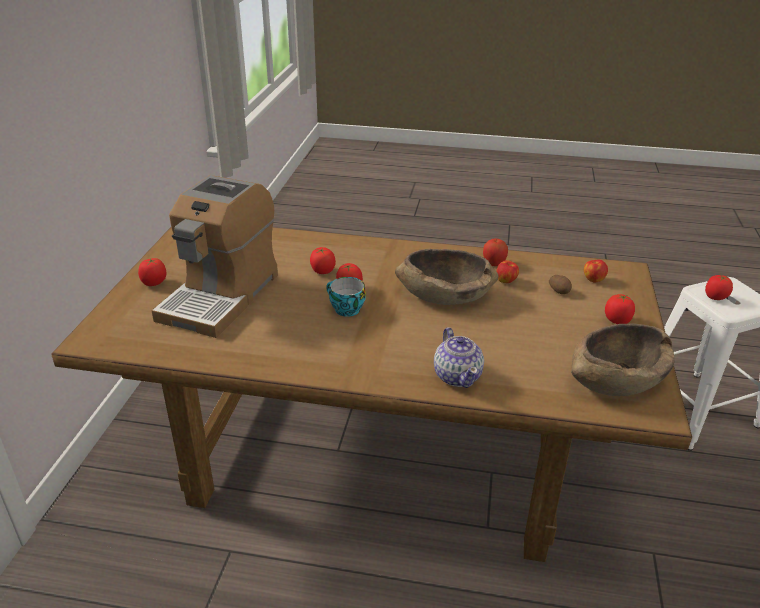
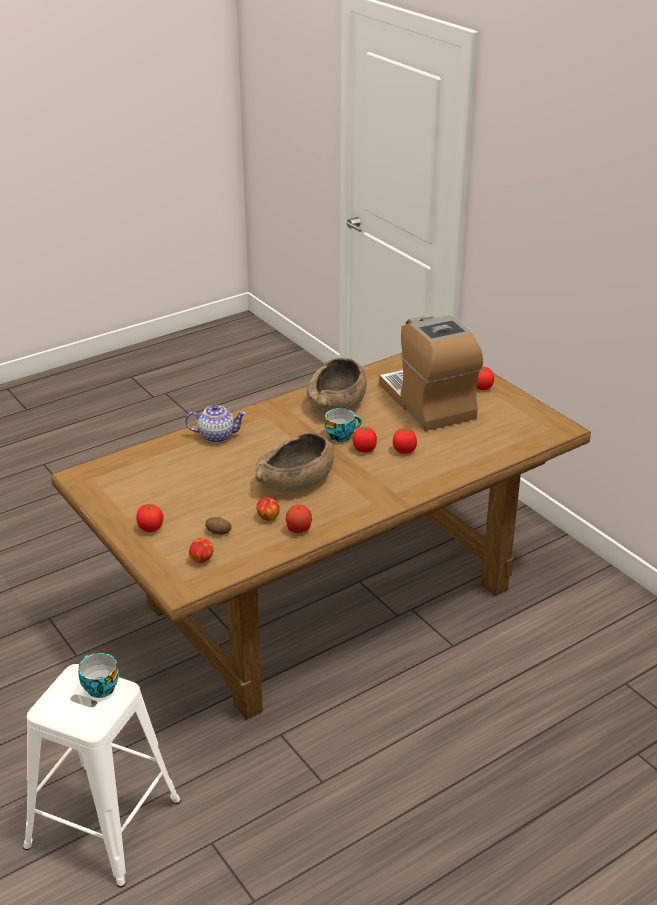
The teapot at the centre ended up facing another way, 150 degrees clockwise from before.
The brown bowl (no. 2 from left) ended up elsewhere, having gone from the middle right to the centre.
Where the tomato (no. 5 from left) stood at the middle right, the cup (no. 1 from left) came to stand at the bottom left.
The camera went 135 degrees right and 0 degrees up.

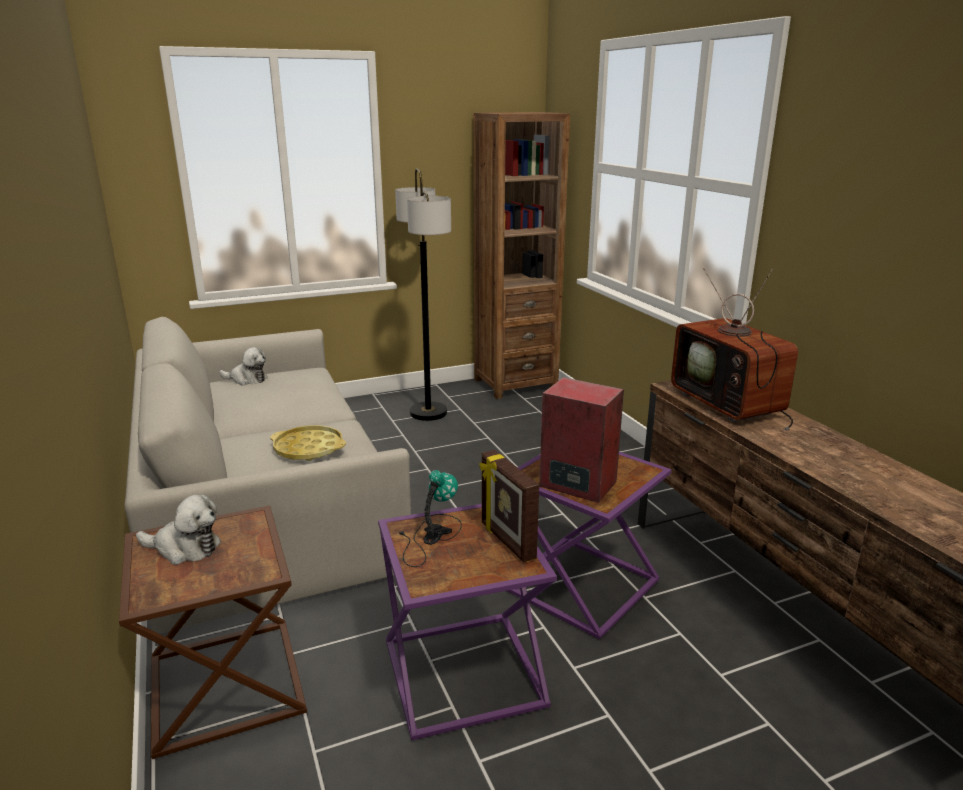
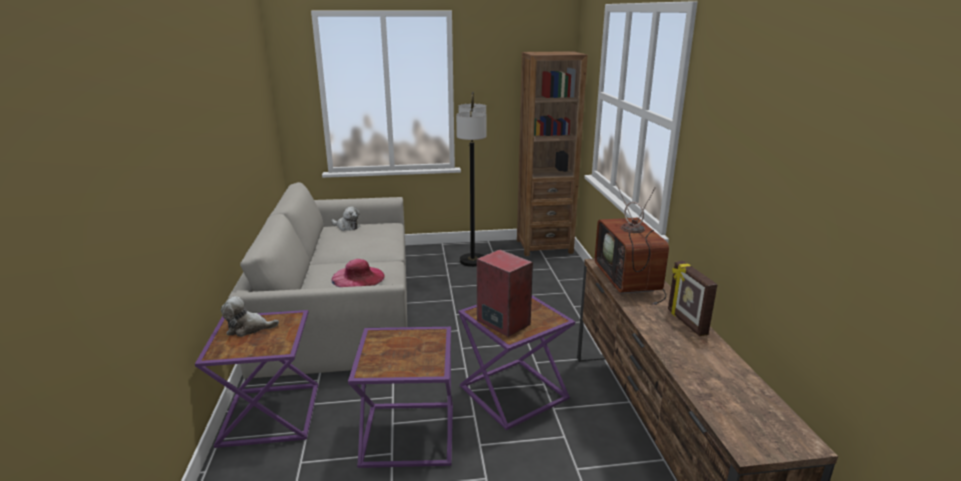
What was the brown side table at the bottom left turned into the purple side table (no. 1 from left) at the bottom left.
The plush toy (no. 1 from left) at the bottom left ended up facing another way, 150 degrees clockwise from before.
Where the yellow tray stood at the middle left, the pink hat came to stand at the centre.
The second view lost the table lamp at the centre.
The picture frame ended up elsewhere, having gone from the centre to the middle right.
The camera went 15 degrees right and 0 degrees up.

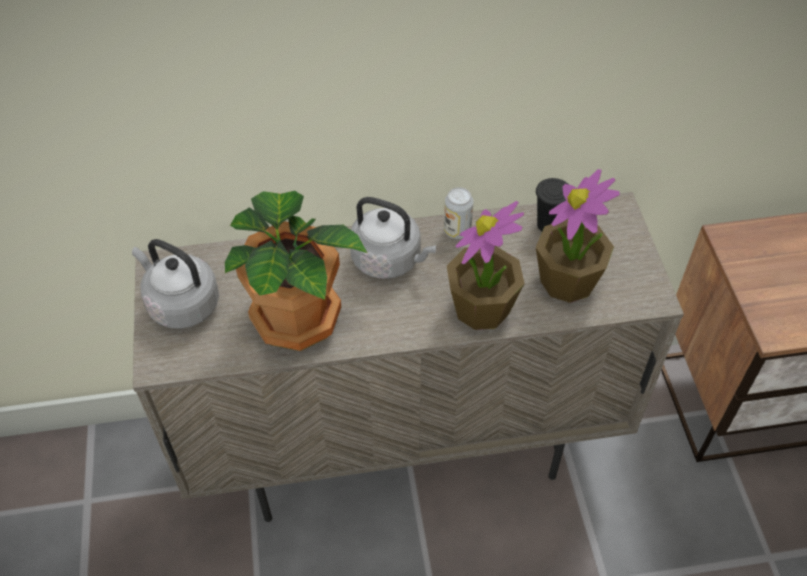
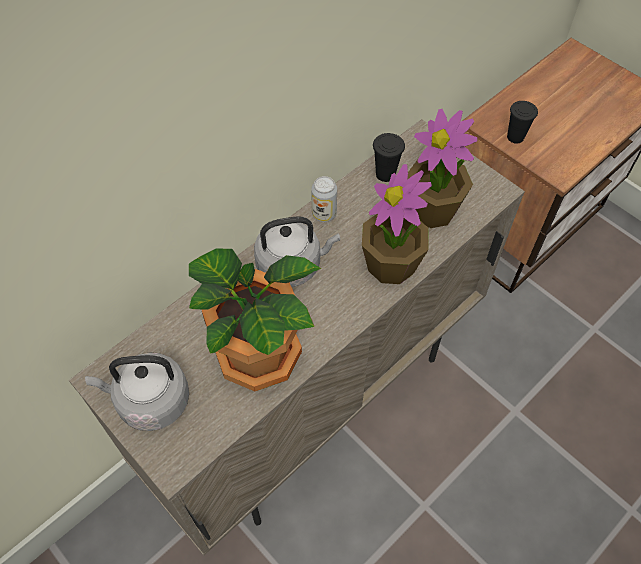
The second view gained the black cup (no. 2 from left) at the top right.
The camera went 35 degrees left and 5 degrees up.

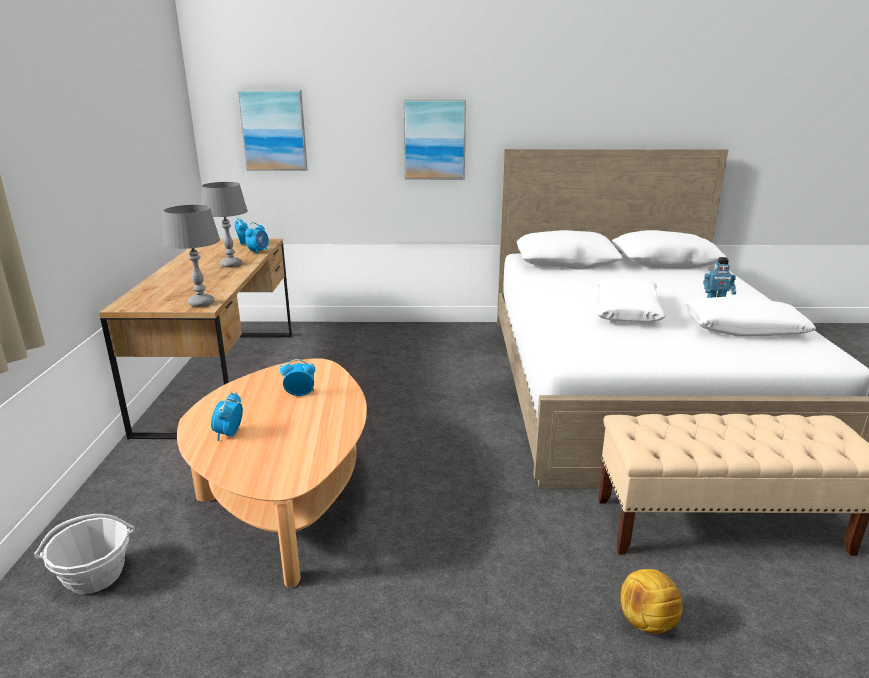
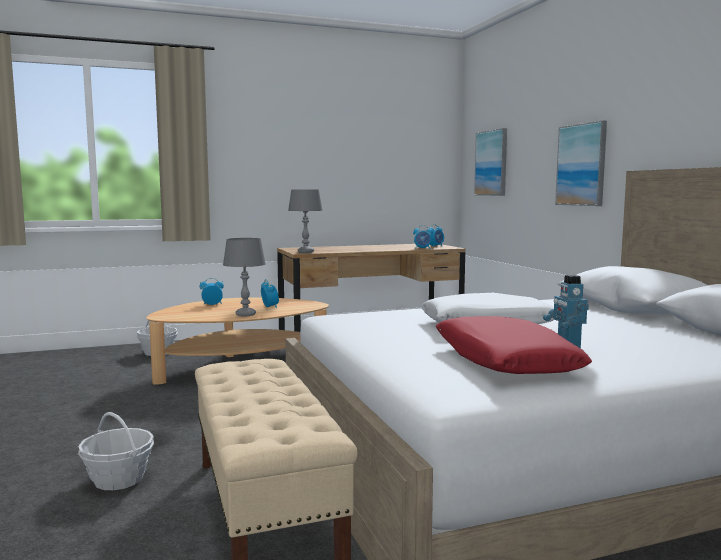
The grey table lamp (no. 2 from left in the first image) ended up elsewhere, having gone from the top left to the centre.
Where the football stood at the bottom right, the basket (no. 1 from left) came to stand at the bottom left.
What was the white pillow (no. 2 from left) at the middle right turned into the red pillow at the middle right.
The camera went 70 degrees right and 15 degrees down.

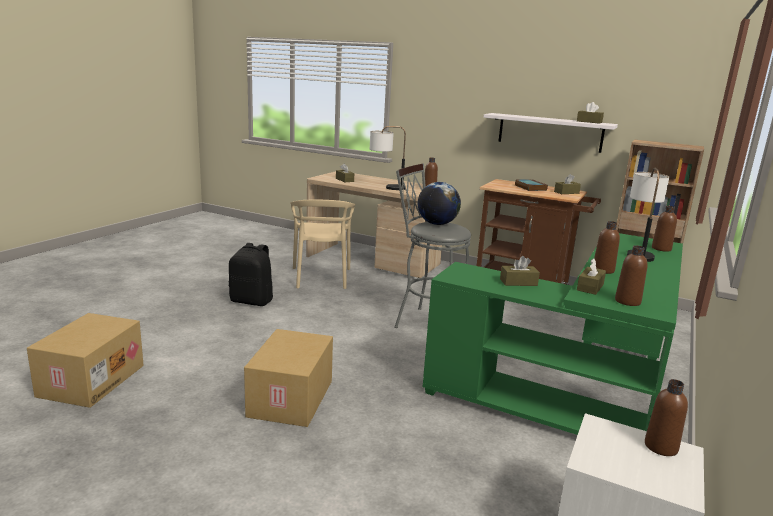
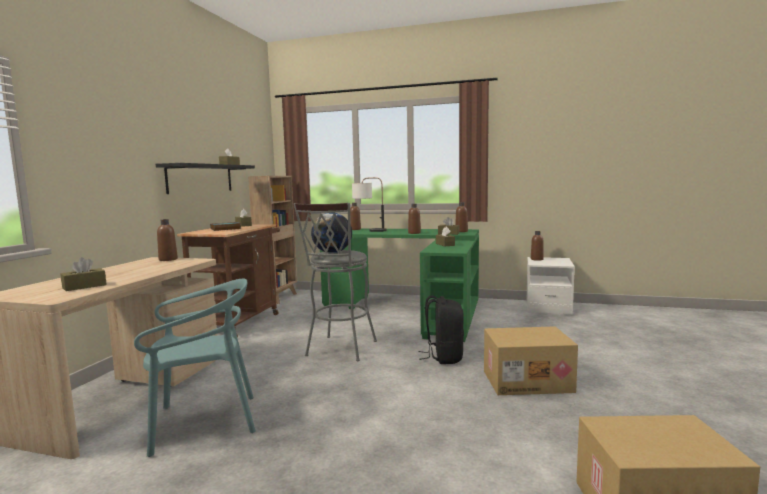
The black backpack ended up elsewhere, having gone from the middle left to the centre.
What was the beige chair at the centre turned into the turquoise chair at the bottom left.
The second view lost the table lamp (no. 1 from left) at the top centre.
What was the white shelf at the top right turned into the black shelf at the middle left.
The camera went 100 degrees left and 10 degrees down.

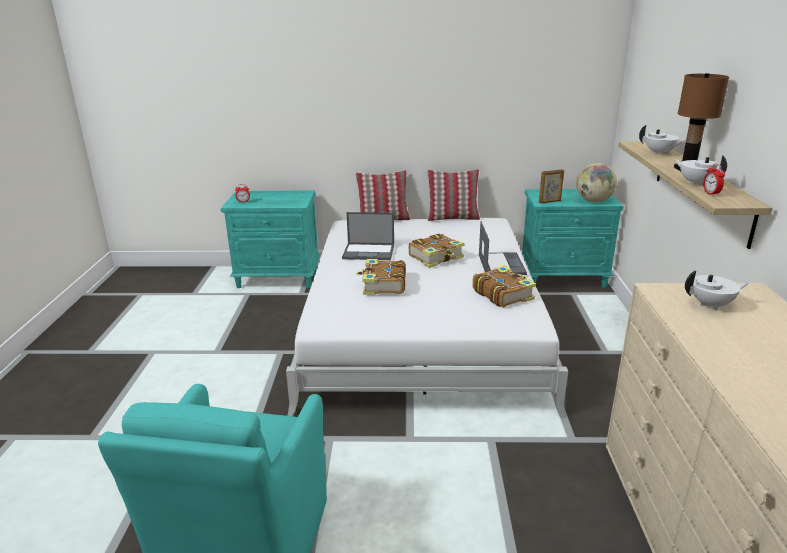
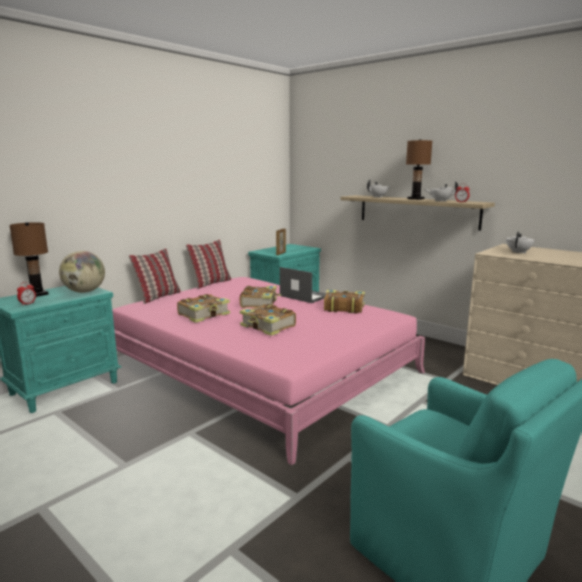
What was the white bed at the centre turned into the pink bed at the centre.
Where the laptop (no. 1 from left) stood at the centre, the book (no. 1 from left) came to stand at the centre.
The globe ended up elsewhere, having gone from the top right to the middle left.
The second view gained the brown table lamp (no. 1 from left) at the middle left.
The camera went 50 degrees left and 10 degrees down.

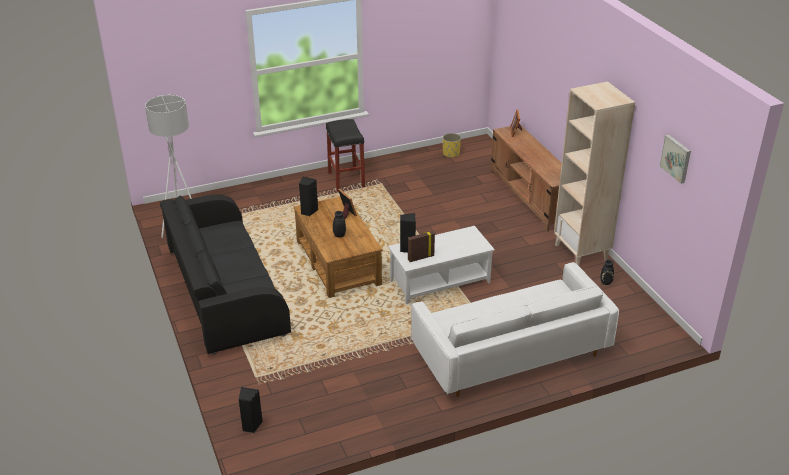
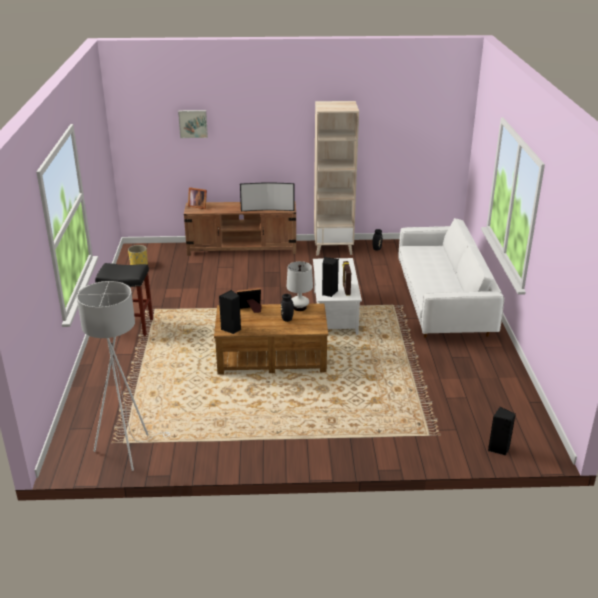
The second view lost the black sofa at the middle left.
The picture ended up elsewhere, having gone from the middle right to the top left.
The second view gained the television at the top centre.
The second view gained the white table lamp at the centre.
The camera went 70 degrees left and 5 degrees down.

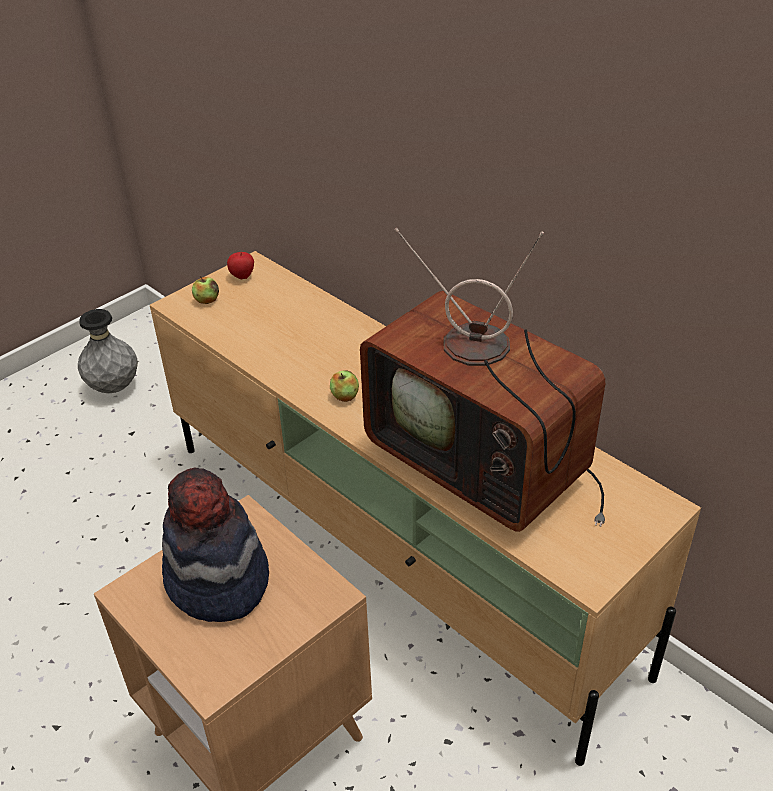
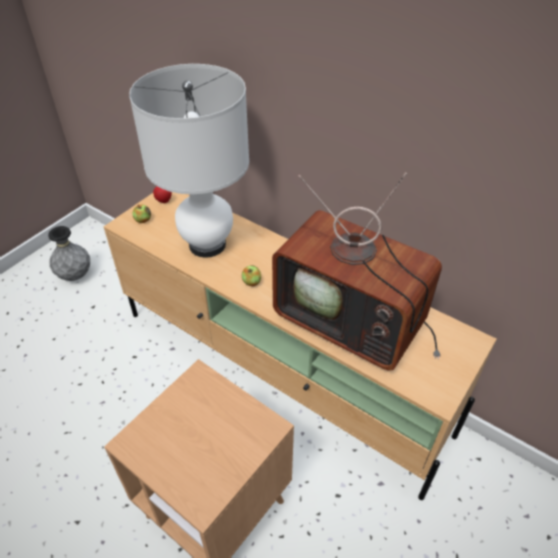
The second view lost the hat at the bottom left.
The second view gained the white table lamp at the top centre.
The camera went 10 degrees left and 5 degrees up.

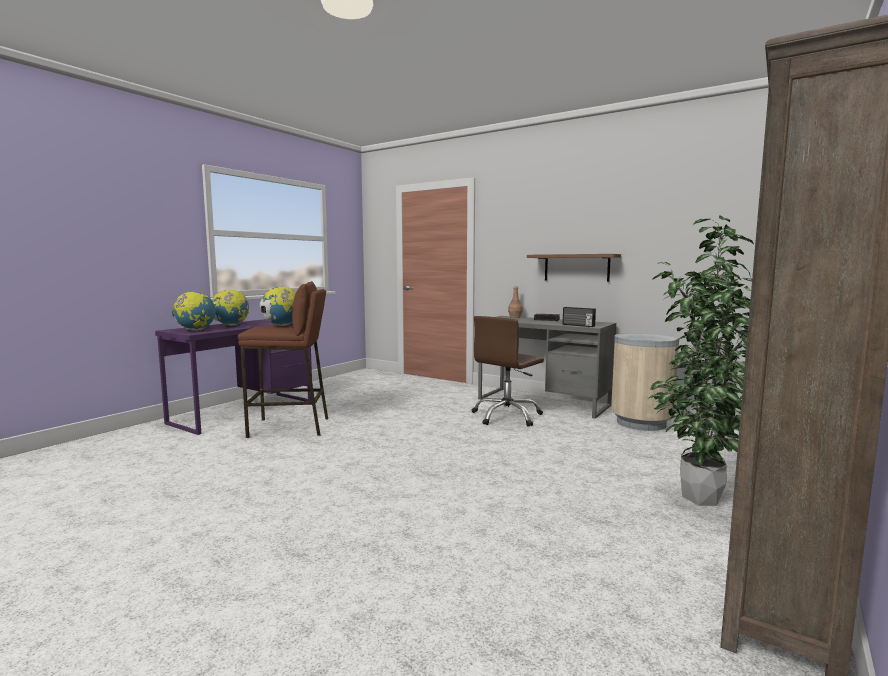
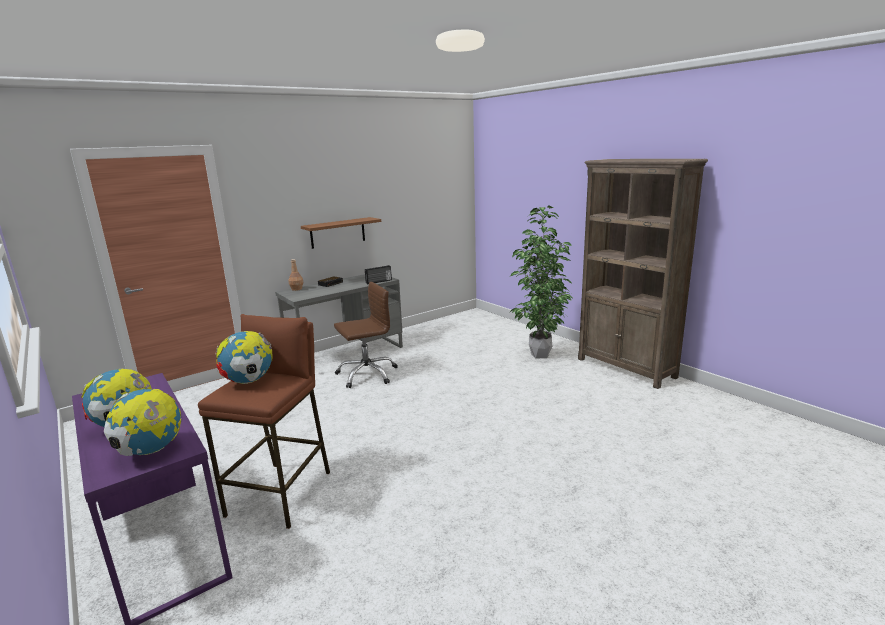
The brown office chair at the centre ended up facing another way, 90 degrees counterclockwise from before.
The second view lost the beige trash can at the middle right.
The camera went 70 degrees left and 10 degrees up.

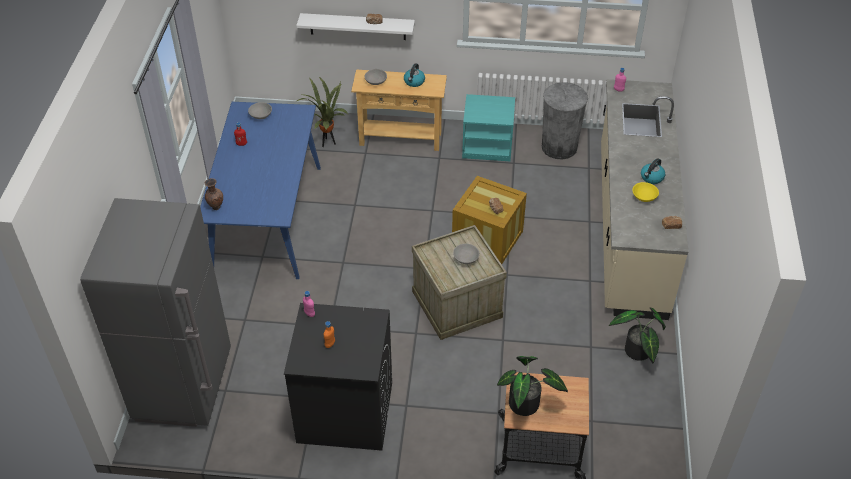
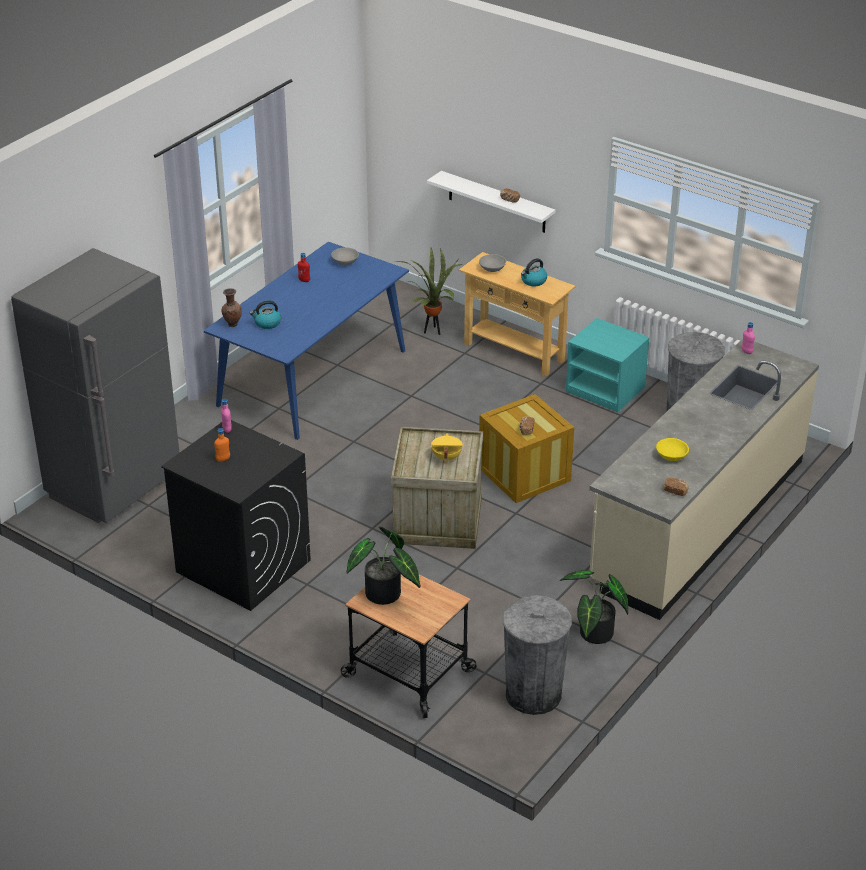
Where the grey bowl (no. 3 from left) stood at the centre, the yellow cooking pot came to stand at the centre.
The kettle (no. 2 from left in the first image) ended up elsewhere, having gone from the middle right to the middle left.
The second view gained the grey trash can (no. 1 from left) at the bottom centre.
The camera went 30 degrees right and 10 degrees down.

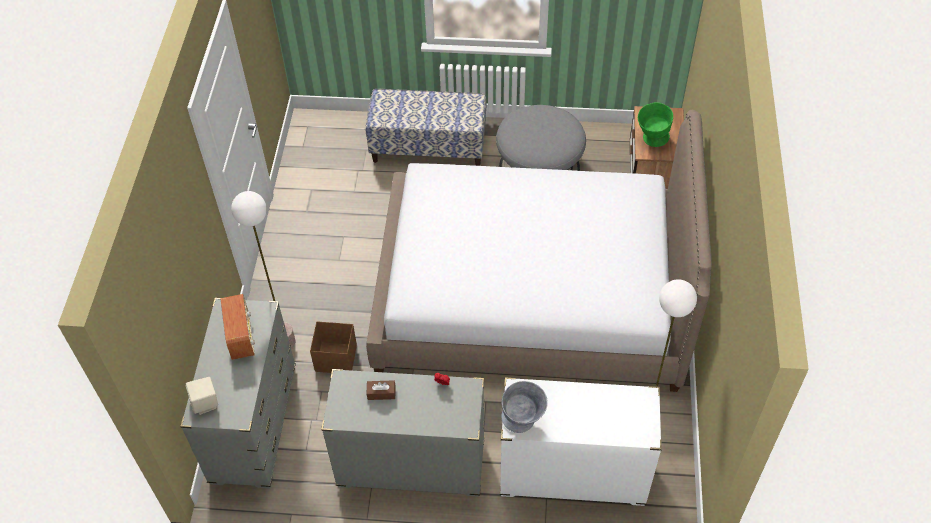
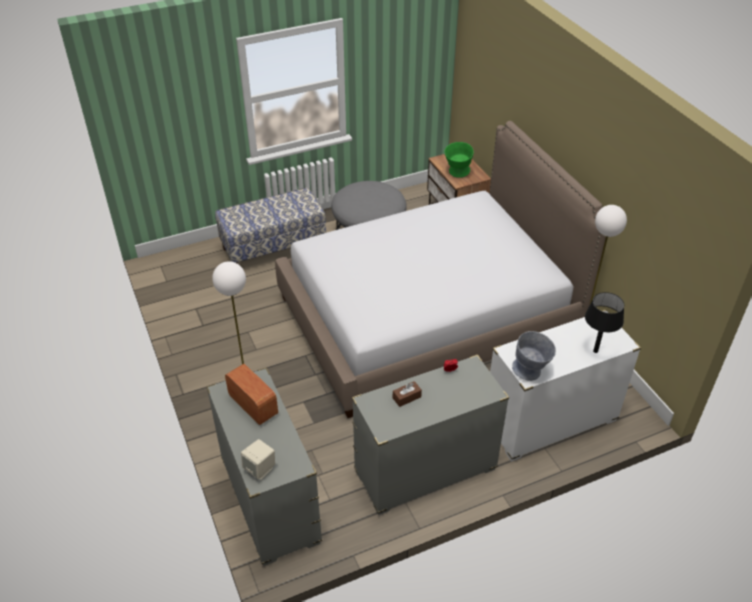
The second view lost the brown storage box at the centre.
The second view gained the black table lamp at the middle right.
The camera went 30 degrees left and 10 degrees down.

